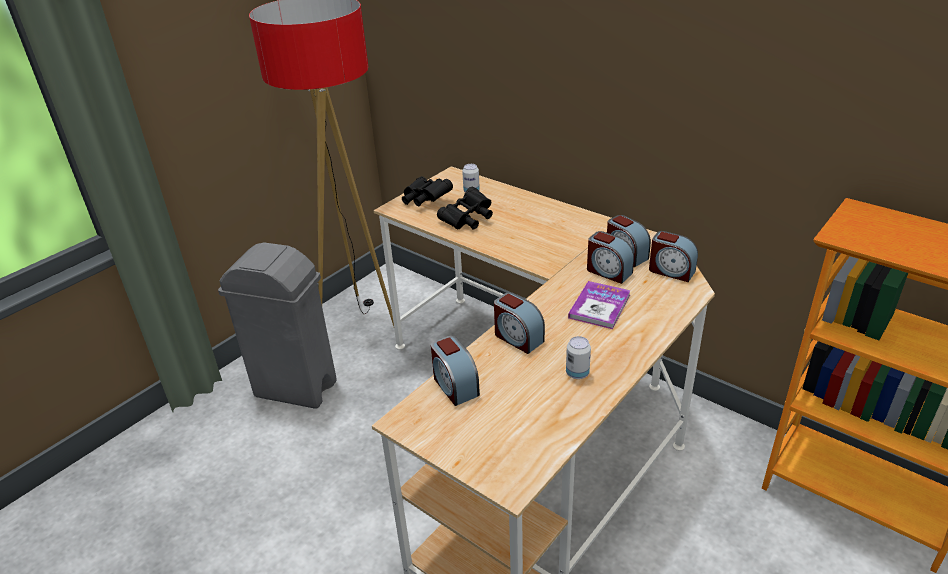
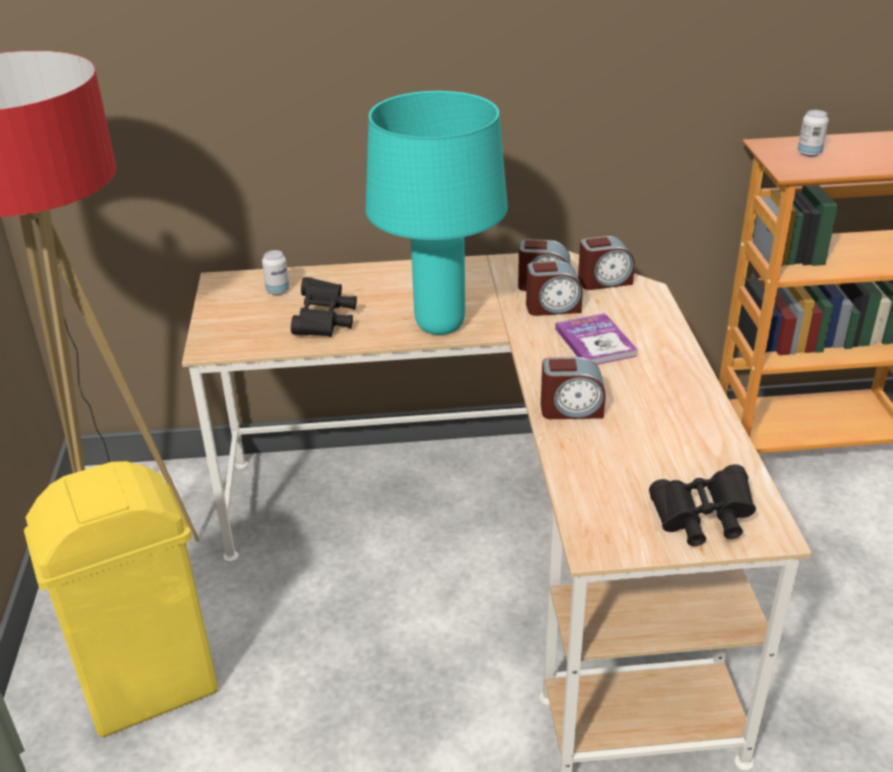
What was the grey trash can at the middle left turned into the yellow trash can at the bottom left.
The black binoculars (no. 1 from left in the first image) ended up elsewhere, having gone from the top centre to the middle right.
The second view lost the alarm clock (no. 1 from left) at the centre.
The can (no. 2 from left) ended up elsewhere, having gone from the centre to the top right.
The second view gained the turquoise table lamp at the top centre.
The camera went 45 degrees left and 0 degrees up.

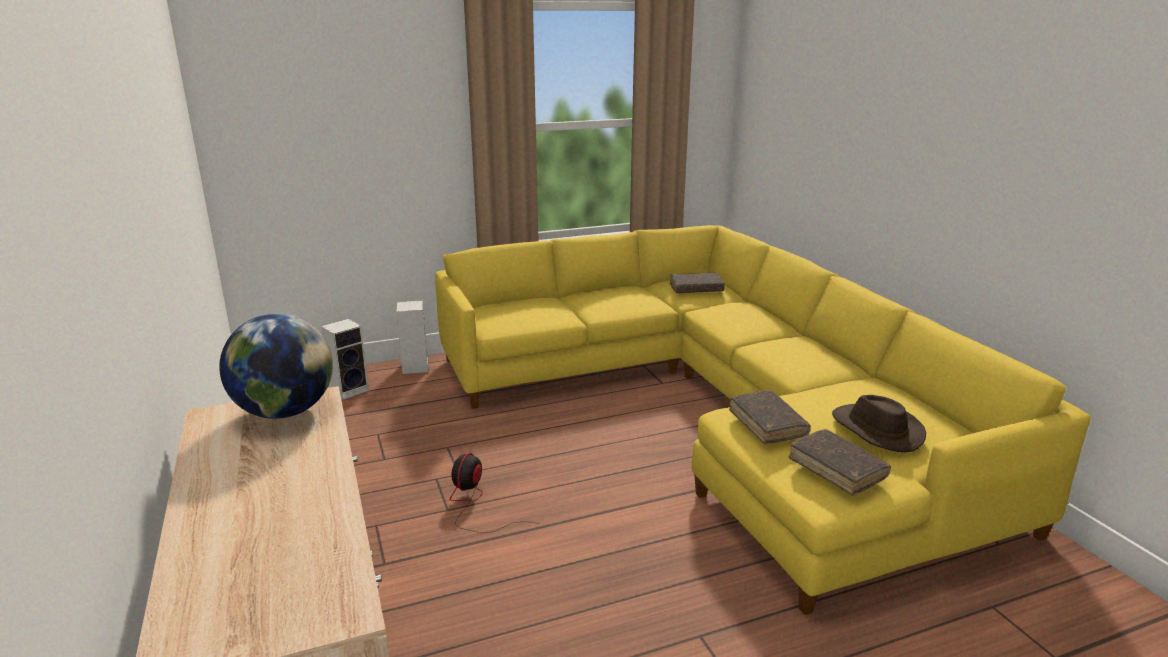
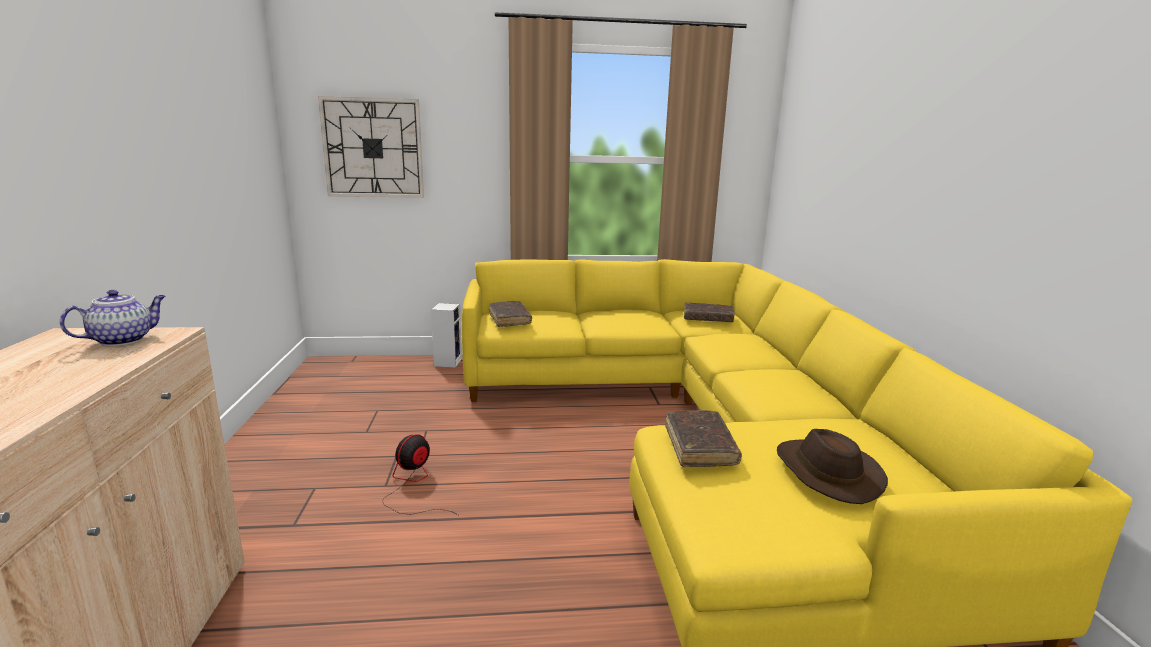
Where the globe stood at the middle left, the teapot came to stand at the middle left.
The second view lost the speaker (no. 1 from left) at the middle left.
The brown book (no. 3 from left in the first image) ended up elsewhere, having gone from the bottom right to the centre.
The second view gained the wall clock at the top left.
The camera went 15 degrees right and 5 degrees down.

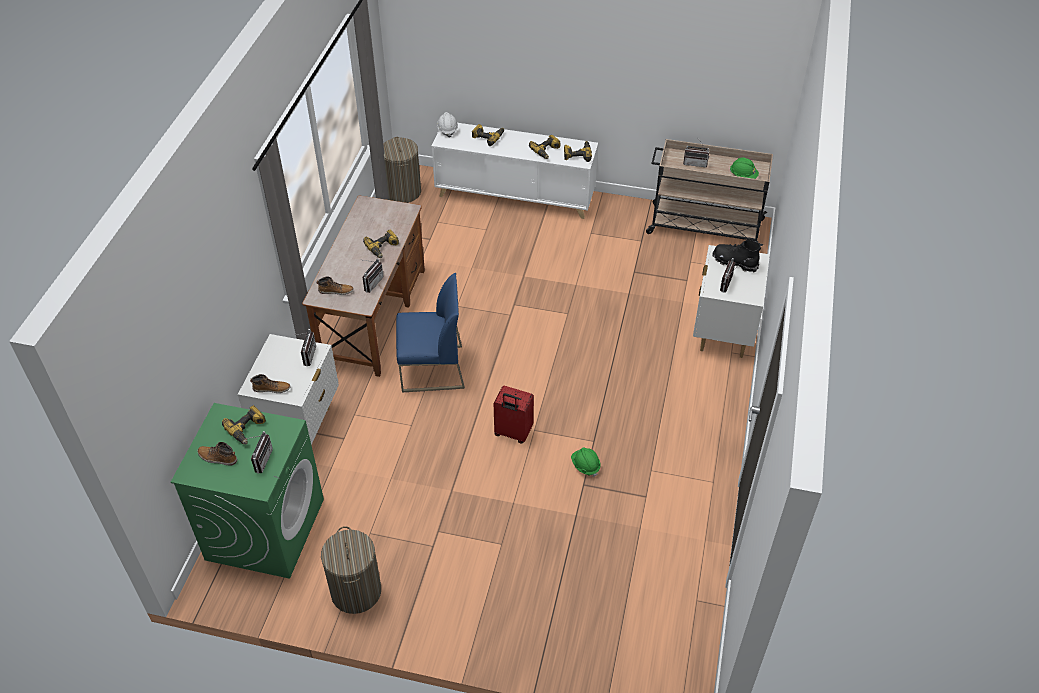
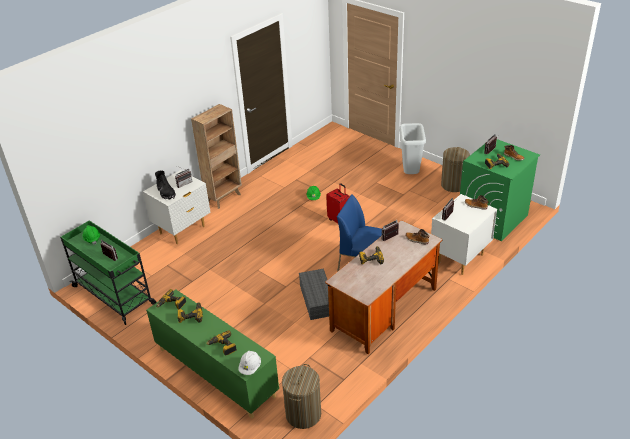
What was the white cabinet at the top centre turned into the green cabinet at the bottom centre.
What was the beige cart at the top right turned into the green cart at the middle left.
The second view gained the brown bookcase at the centre.
The second view gained the grey storage box at the bottom centre.
The second view gained the grey trash can at the centre.
The camera went 150 degrees left and 10 degrees down.

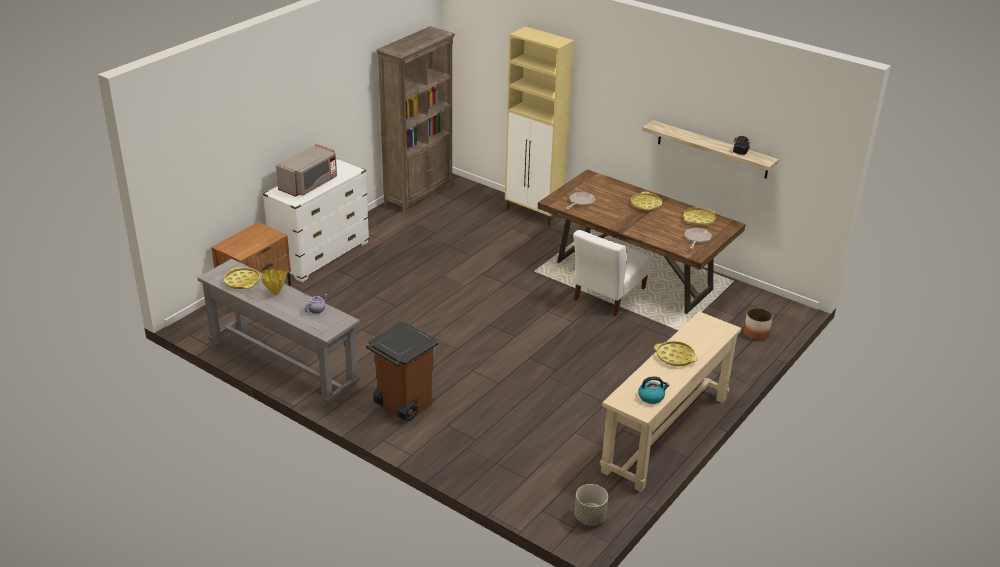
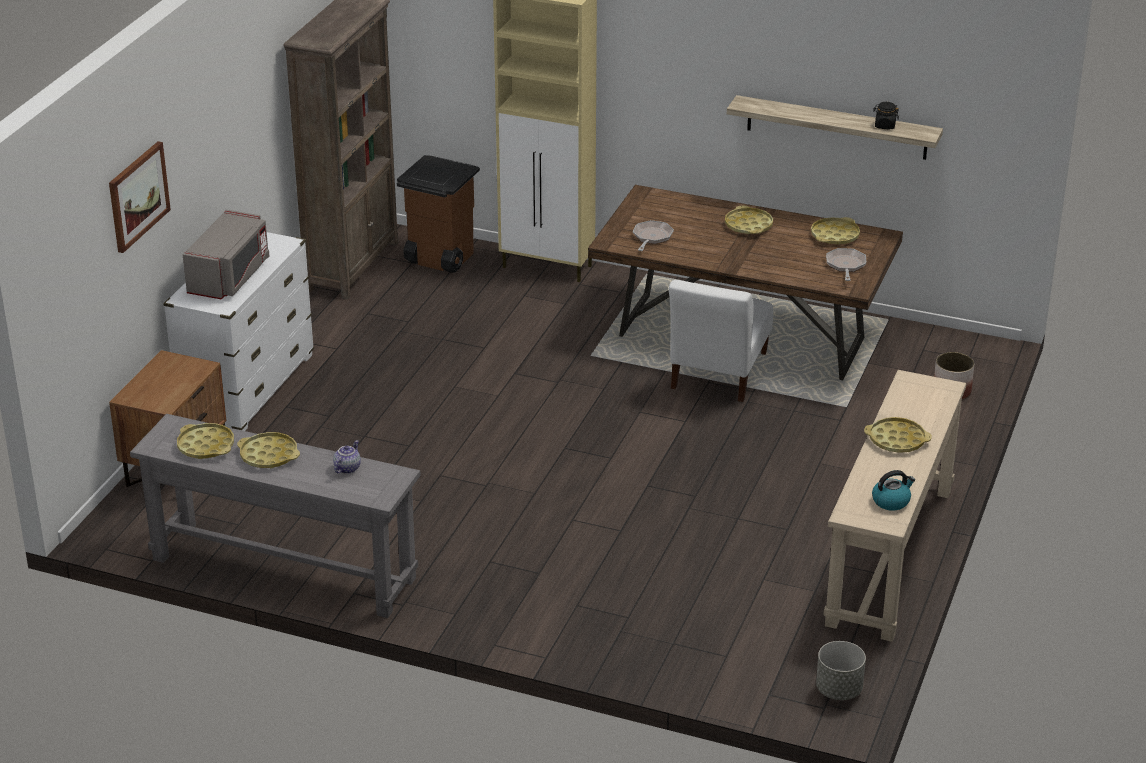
Where the yellow vase stood at the middle left, the yellow tray (no. 2 from left) came to stand at the middle left.
The brown trash can ended up elsewhere, having gone from the centre to the top centre.
The second view gained the picture at the top left.
The camera went 15 degrees left and 0 degrees up.

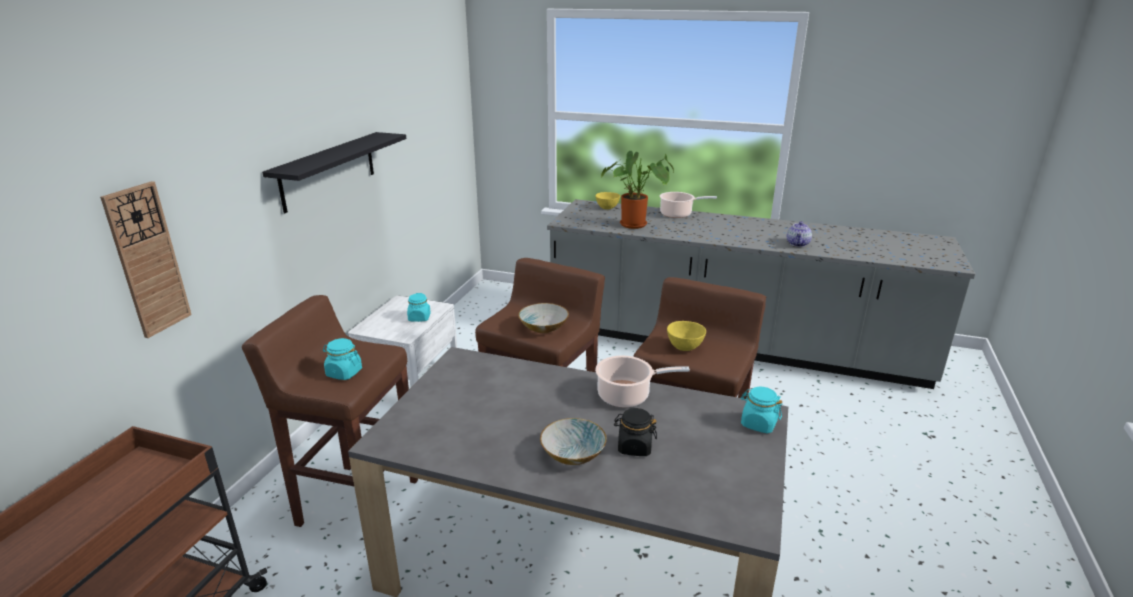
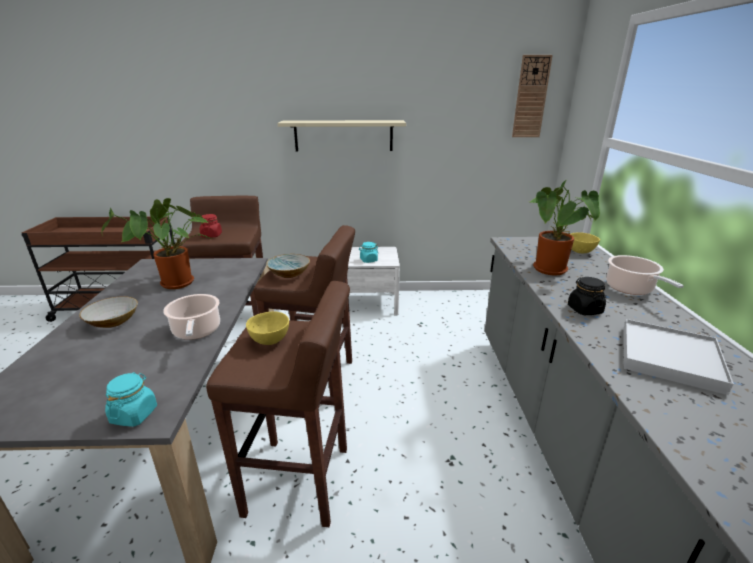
The wall clock ended up elsewhere, having gone from the middle left to the top right.
What was the black shelf at the top left turned into the beige shelf at the top centre.
What was the turquoise jar (no. 1 from left) at the middle left turned into the red jar at the middle left.
The black jar ended up elsewhere, having gone from the bottom centre to the middle right.
The second view lost the teapot at the middle right.
The second view gained the potted plant (no. 1 from left) at the middle left.
The second view gained the white tray at the middle right.
The camera went 70 degrees right and 0 degrees up.

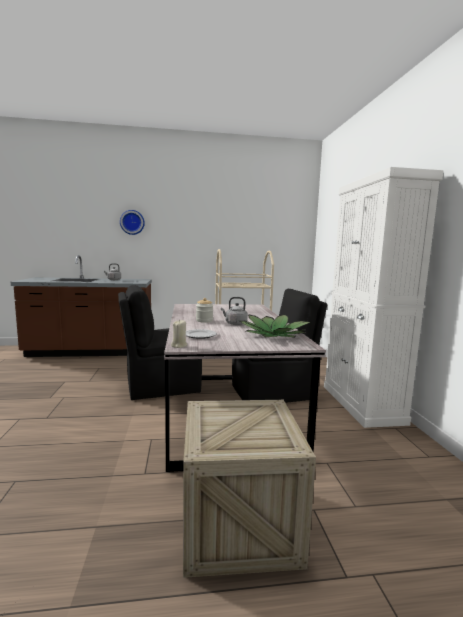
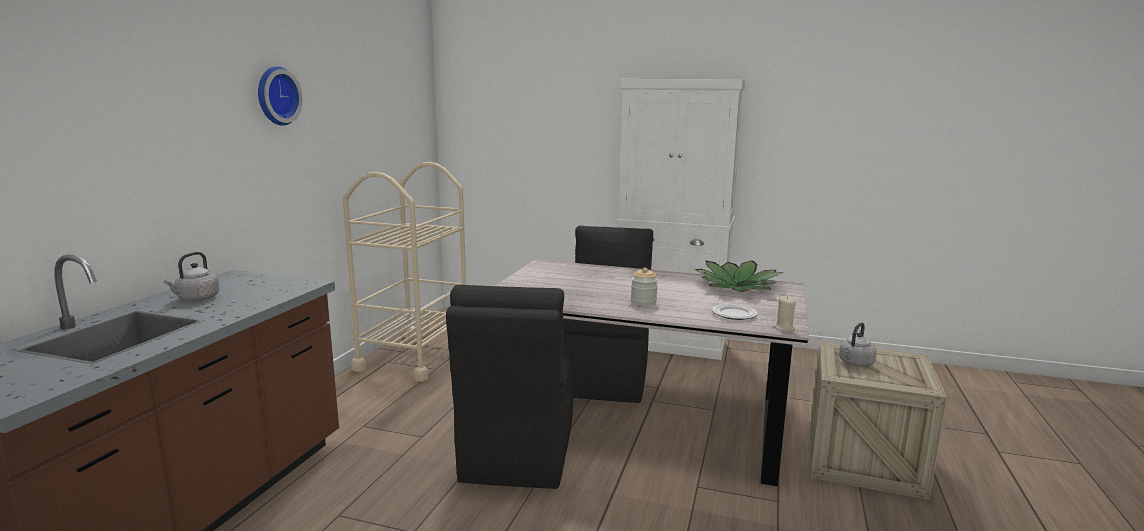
The wall clock ended up elsewhere, having gone from the middle left to the top left.
The grey kettle (no. 2 from left) ended up elsewhere, having gone from the centre to the middle right.
The camera went 65 degrees left and 5 degrees up.

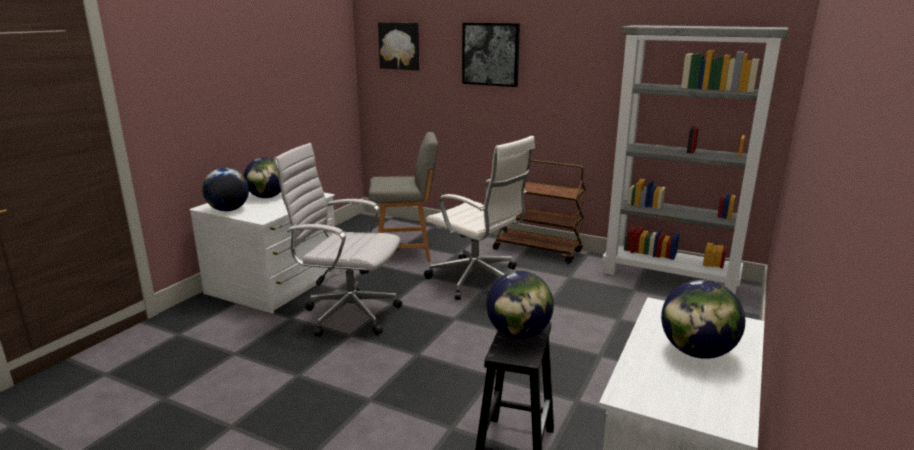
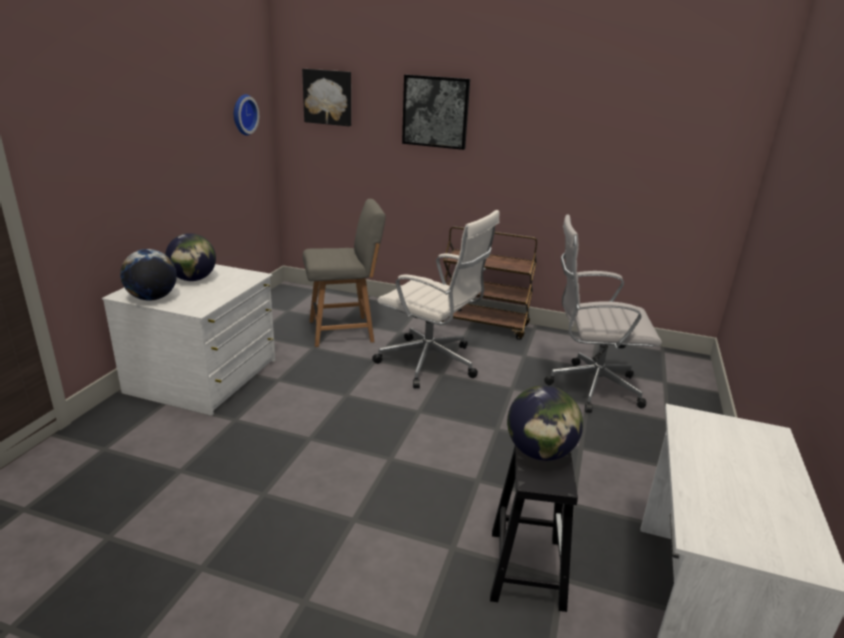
The white office chair (no. 1 from left in the first image) ended up elsewhere, having gone from the centre to the middle right.
The second view lost the grey bookcase at the middle right.
The second view lost the globe (no. 4 from left) at the bottom right.
The second view gained the wall clock at the top left.
The camera went 10 degrees left and 5 degrees up.

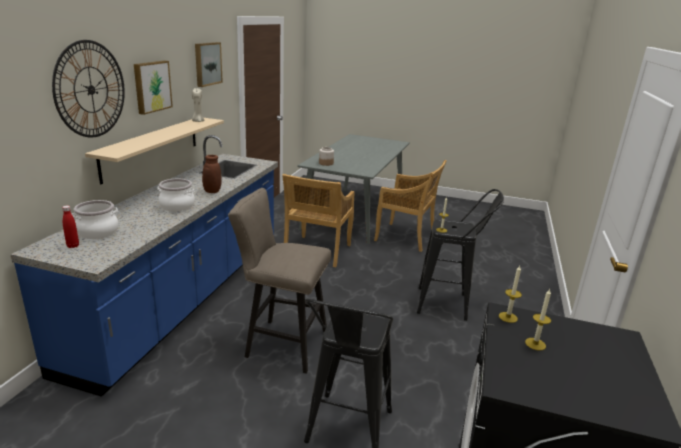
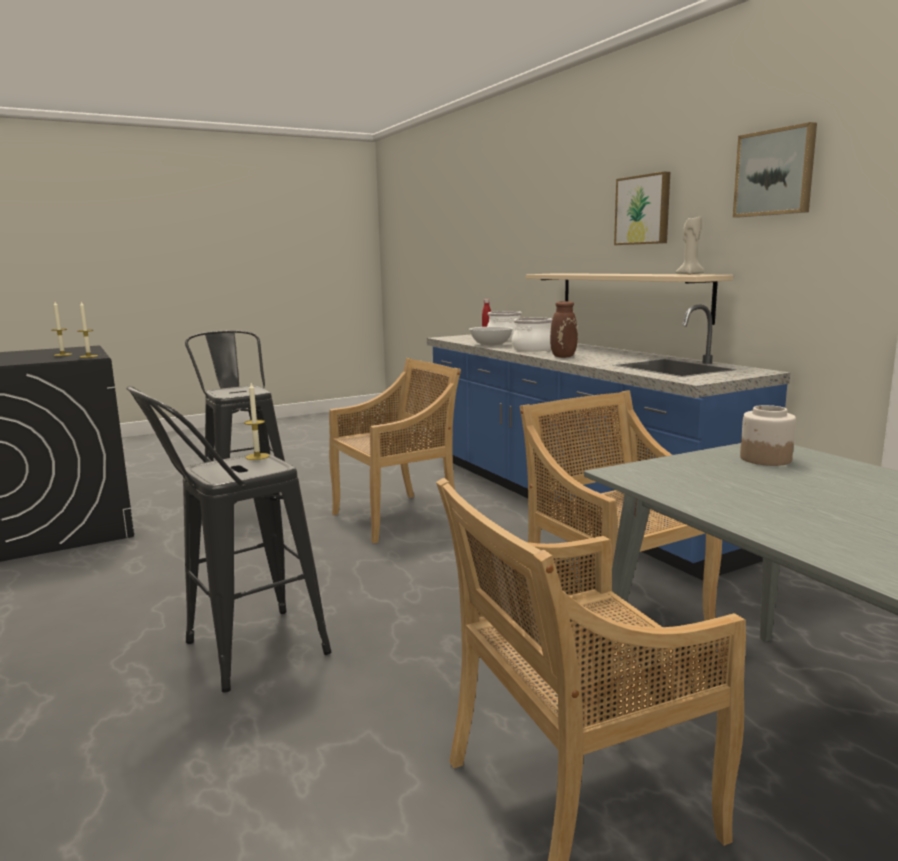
The second view lost the wall clock at the top left.
Where the beige stool stood at the centre, the beige chair (no. 1 from left) came to stand at the centre.
The second view gained the white bowl at the centre.
The camera went 135 degrees right and 10 degrees down.

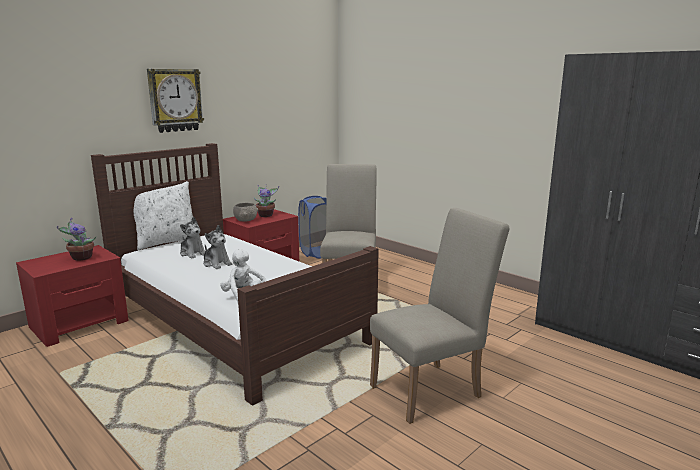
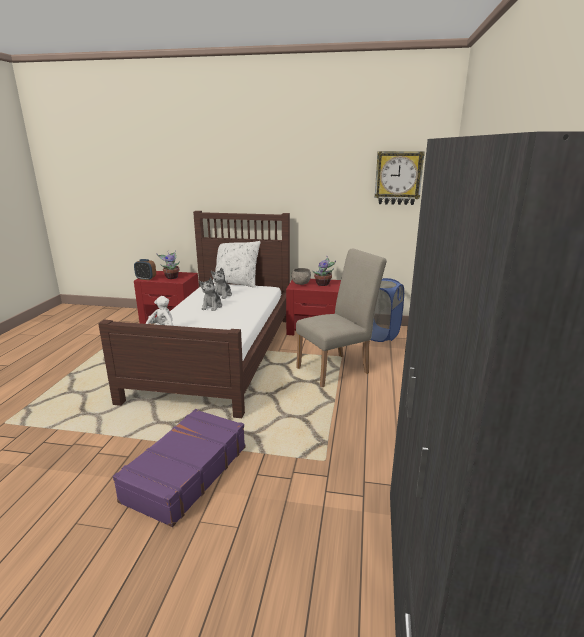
The wall clock ended up elsewhere, having gone from the top left to the top right.
Where the beige chair (no. 2 from left) stood at the bottom centre, the purple suitcase came to stand at the bottom left.
The second view gained the alarm clock at the middle left.
The camera went 55 degrees right and 5 degrees up.

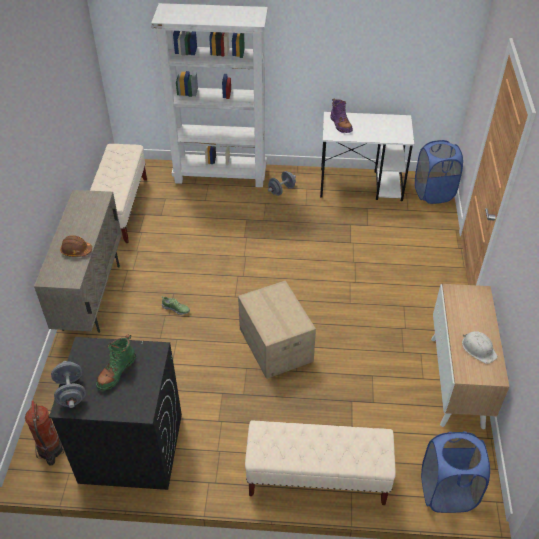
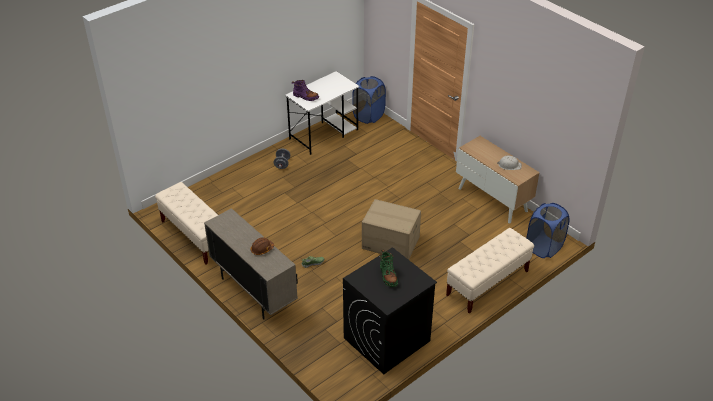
The second view lost the fire extinguisher at the bottom left.
The second view lost the grey dumbbell (no. 1 from left) at the bottom left.
The second view lost the white bookcase at the top centre.
The camera went 45 degrees left and 5 degrees down.

